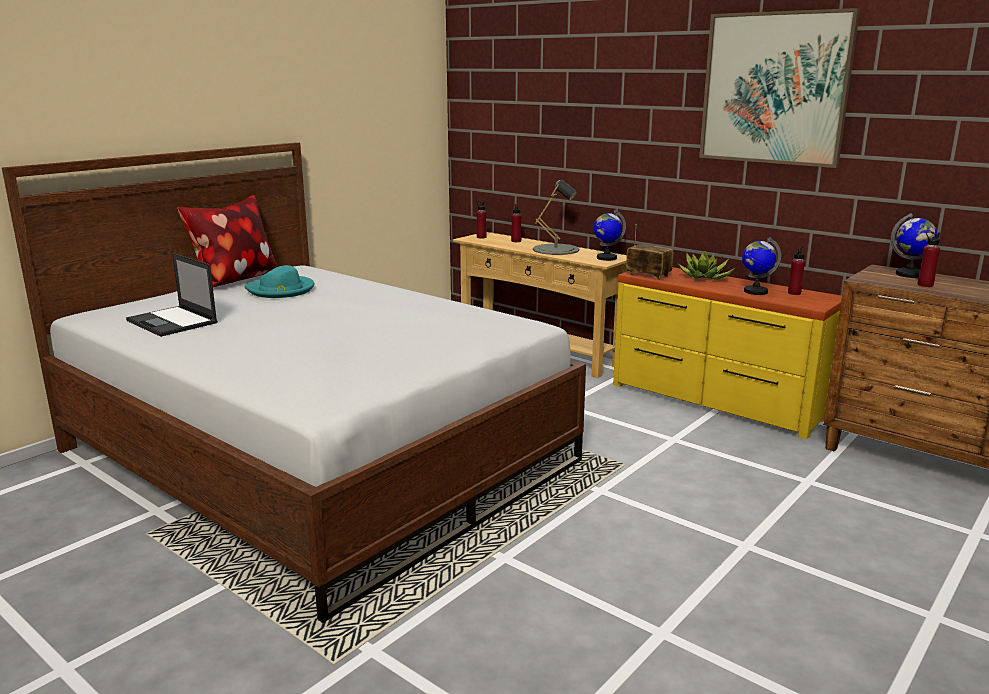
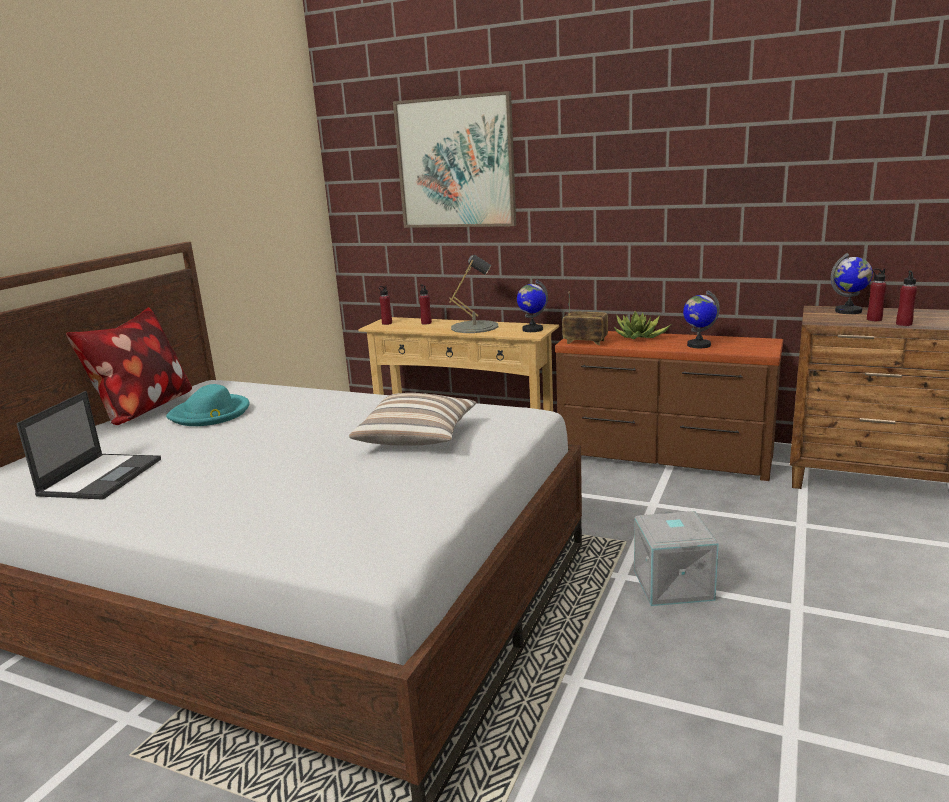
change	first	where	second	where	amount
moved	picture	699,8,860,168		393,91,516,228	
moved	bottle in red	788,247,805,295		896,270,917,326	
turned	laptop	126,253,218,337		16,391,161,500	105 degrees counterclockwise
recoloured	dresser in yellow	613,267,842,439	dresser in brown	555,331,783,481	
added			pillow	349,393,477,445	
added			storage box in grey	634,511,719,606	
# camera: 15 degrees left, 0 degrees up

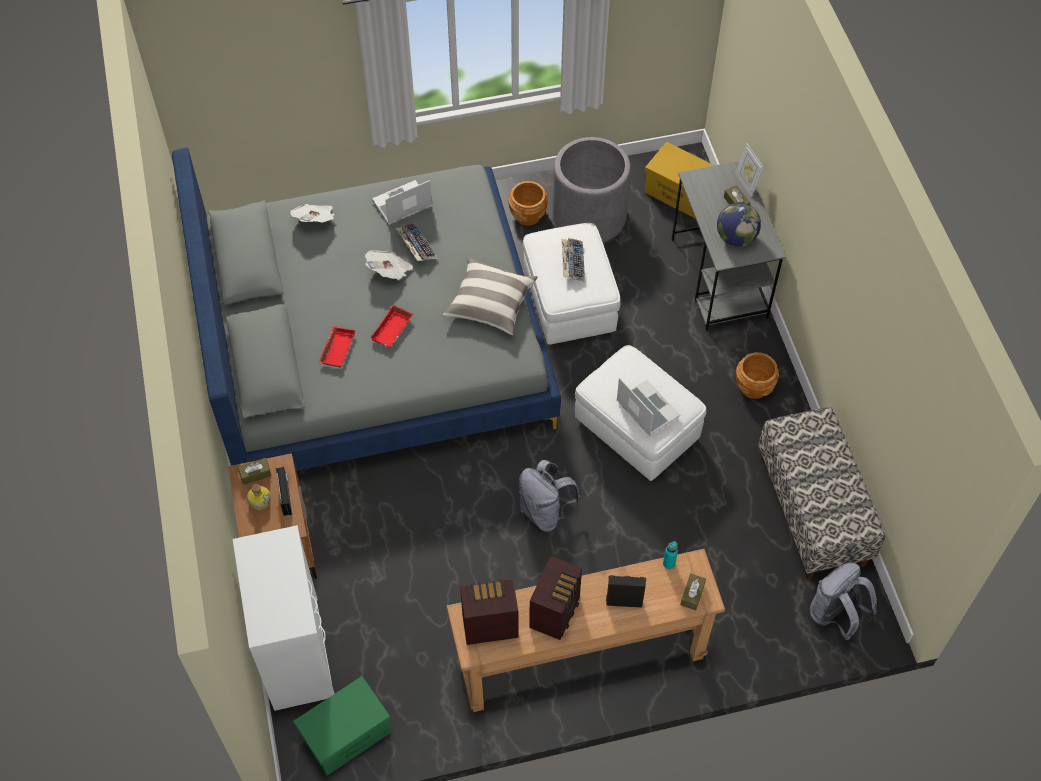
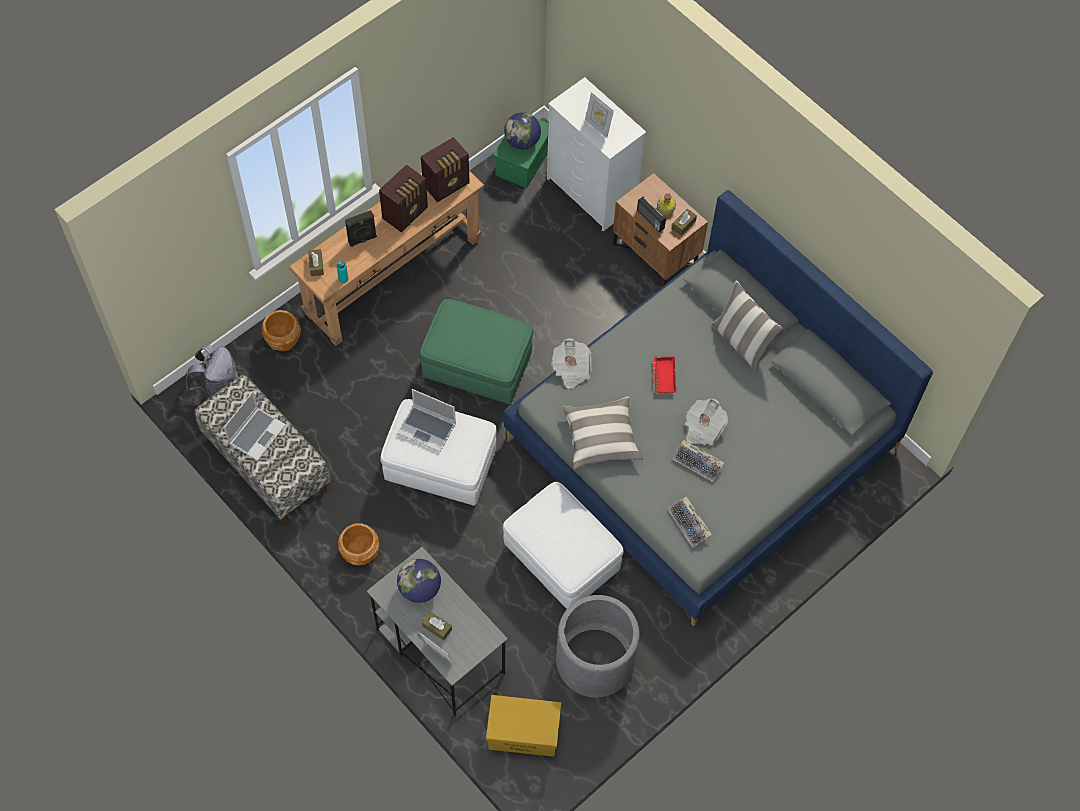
change	first	where	second	where	amount
moved	laptop	372,180,433,225		224,391,286,461	
moved	planter in brown	508,181,548,225		262,310,301,351	
moved	newspaper	290,204,335,223		551,338,591,389	
moved	keyboard	562,238,585,282		668,496,712,547	
removed	tray in red	319,326,356,367			
replaced	backpack in grey	519,460,581,532	ottoman in green	420,299,533,404	
turned	radio	529,556,582,640		379,164,428,232	135 degrees counterclockwise
added			picture frame	585,92,614,138	
added			globe	504,112,541,150	
added			pillow	711,280,783,372	
# camera: 150 degrees right, 5 degrees up

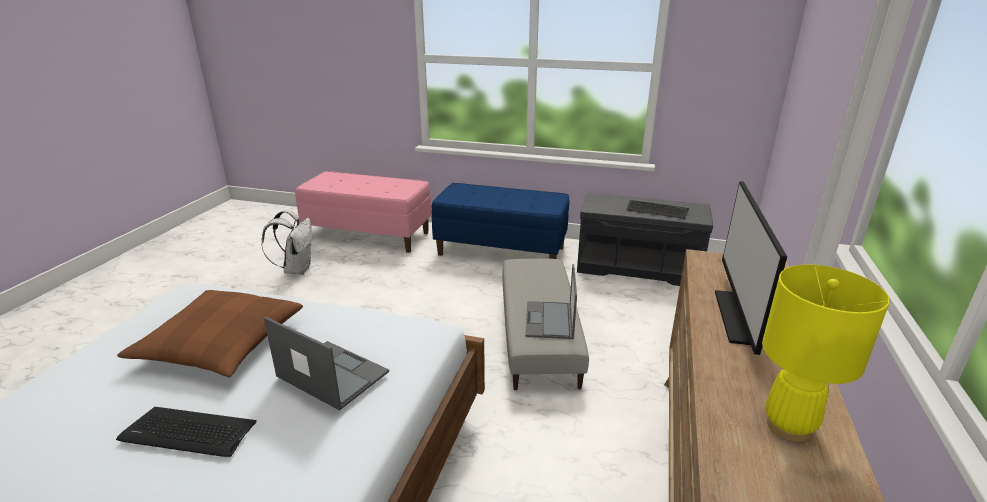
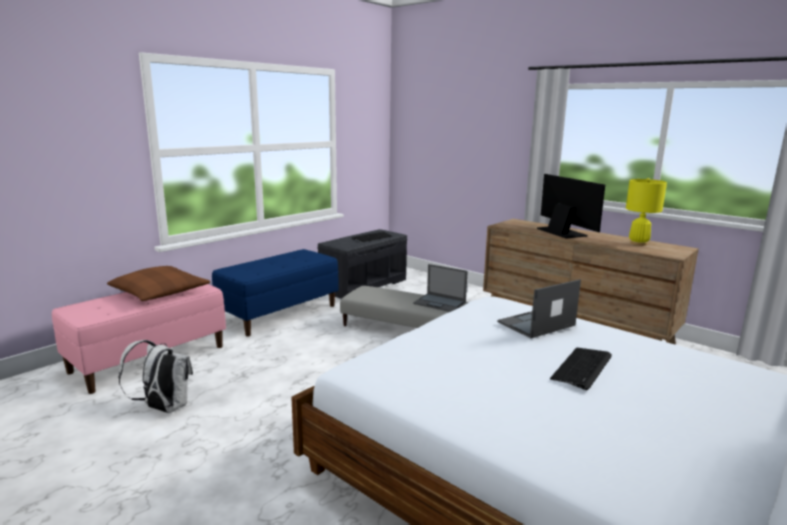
change	first	where	second	where	amount
turned	monitor	715,181,787,355		537,174,605,239	150 degrees counterclockwise
moved	pillow in brown	117,290,303,377		107,266,210,301	
# camera: 65 degrees left, 10 degrees down

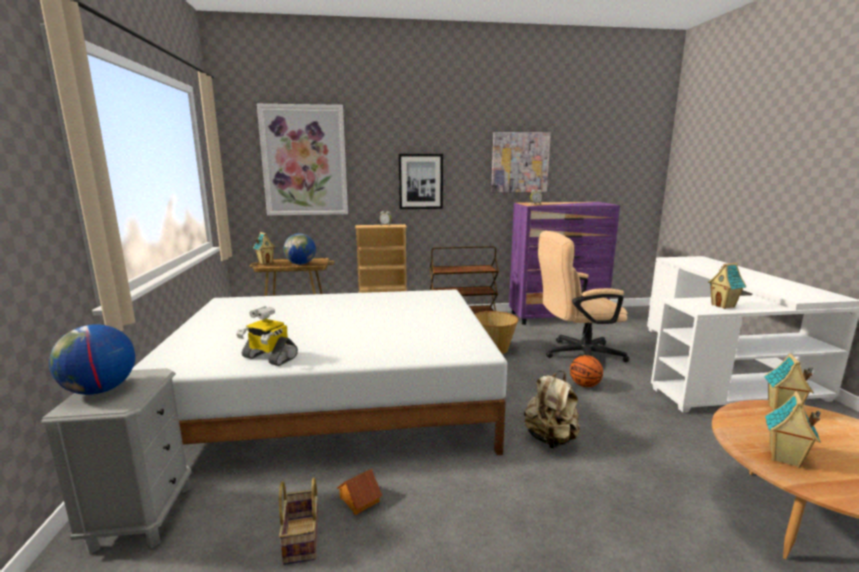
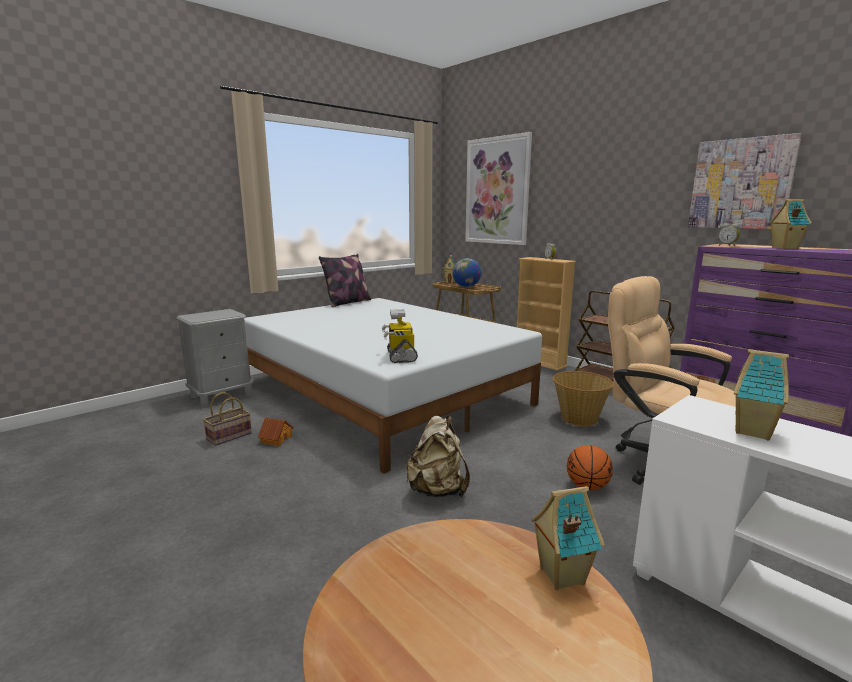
change	first	where	second	where	amount
removed	picture	399,154,443,209			
moved	toy robot	236,306,298,366		382,309,418,363	
removed	globe	49,324,135,395			
moved	toy house	765,391,821,468		769,199,812,249	
added			pillow	319,254,371,307	
# camera: 55 degrees right, 0 degrees up

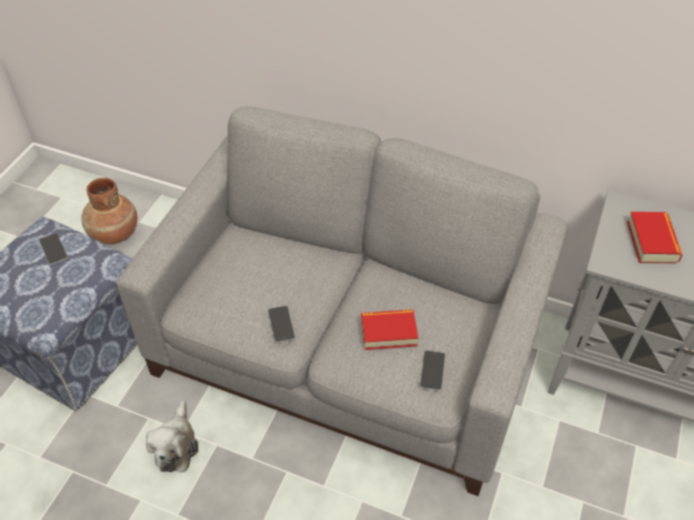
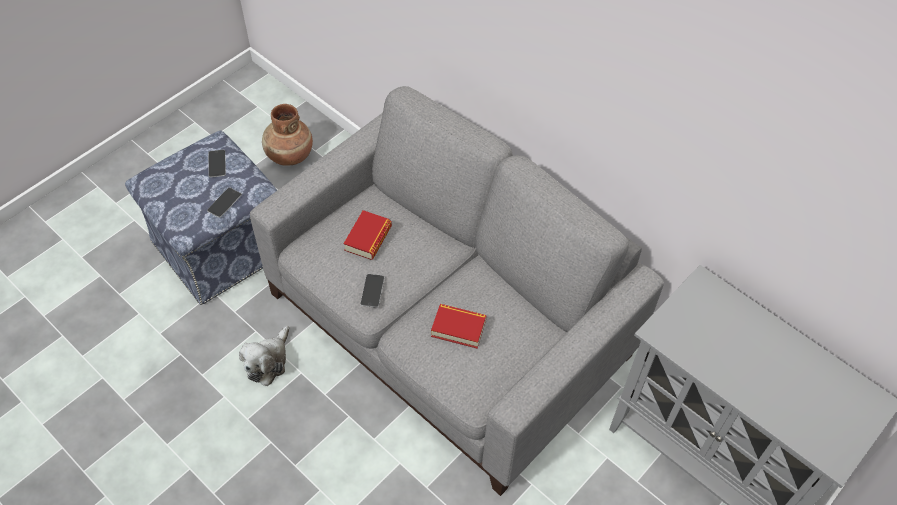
change	first	where	second	where	amount
moved	book	627,212,683,263		343,210,392,260	
moved	phone	420,350,445,391		207,187,242,218	
# camera: 20 degrees right, 5 degrees up

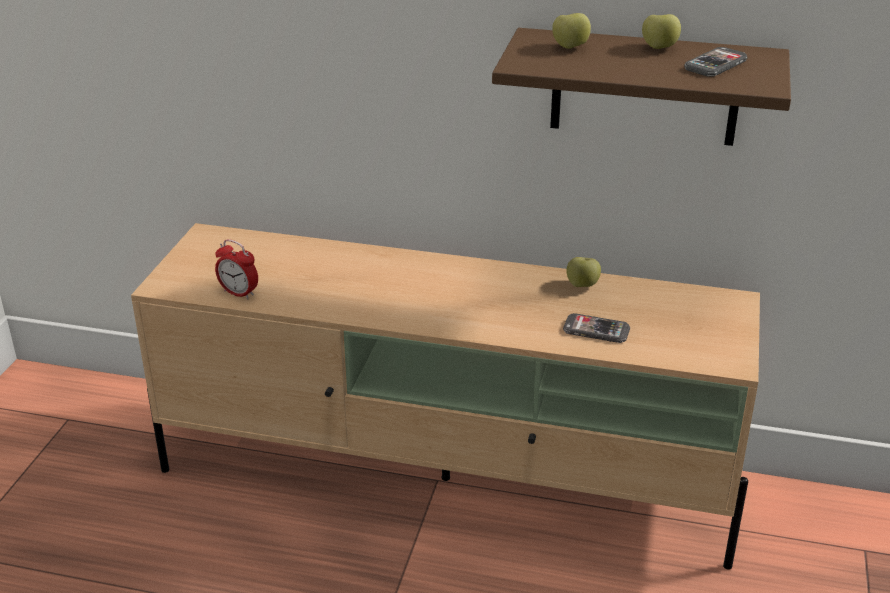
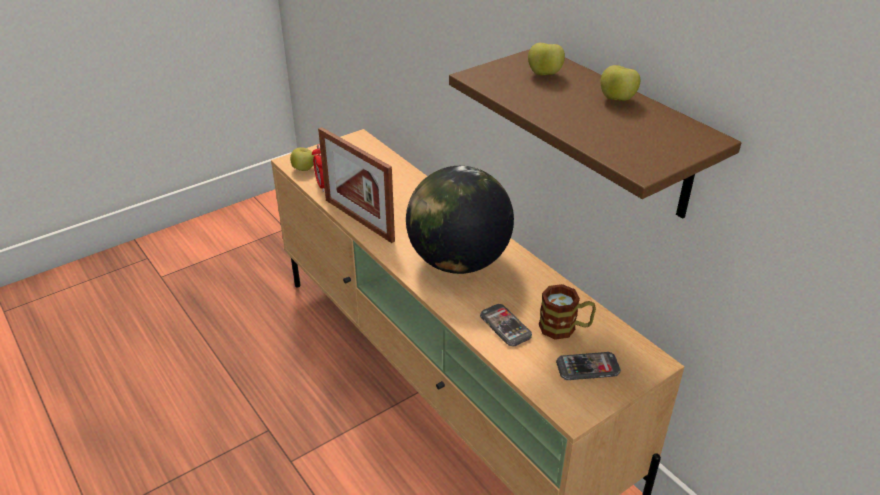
change	first	where	second	where	amount
moved	phone	684,47,747,77		556,352,621,380	
moved	apple	566,257,601,287		290,147,315,171	
added			picture frame	318,127,395,243	
added			globe	406,166,514,274	
added			mug	539,284,596,340	
# camera: 40 degrees right, 5 degrees up

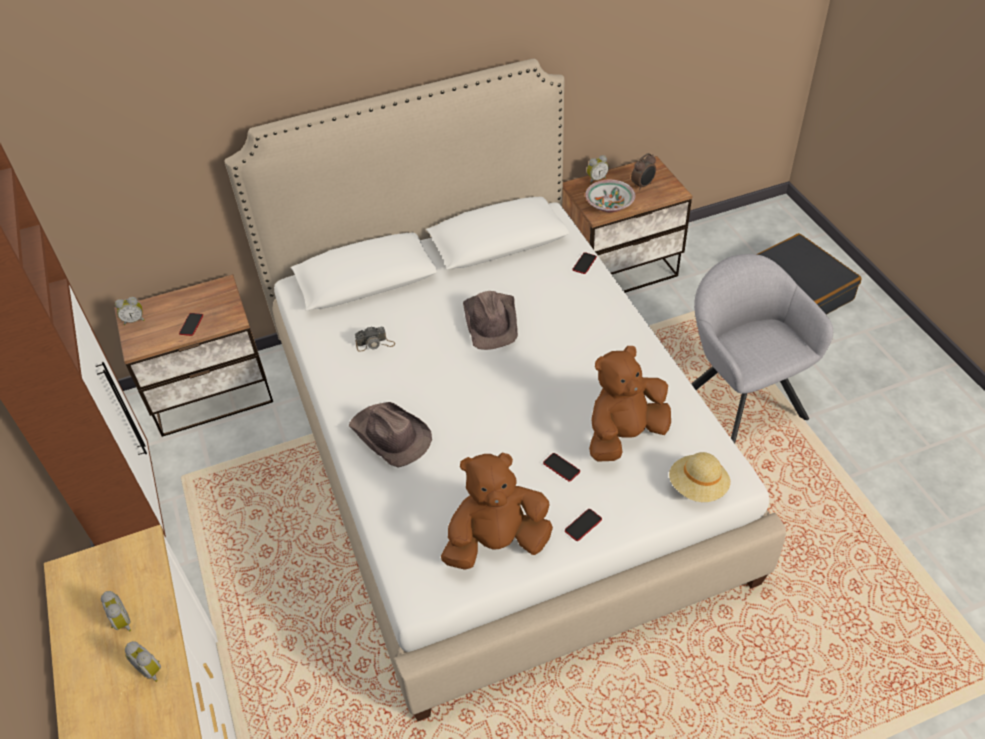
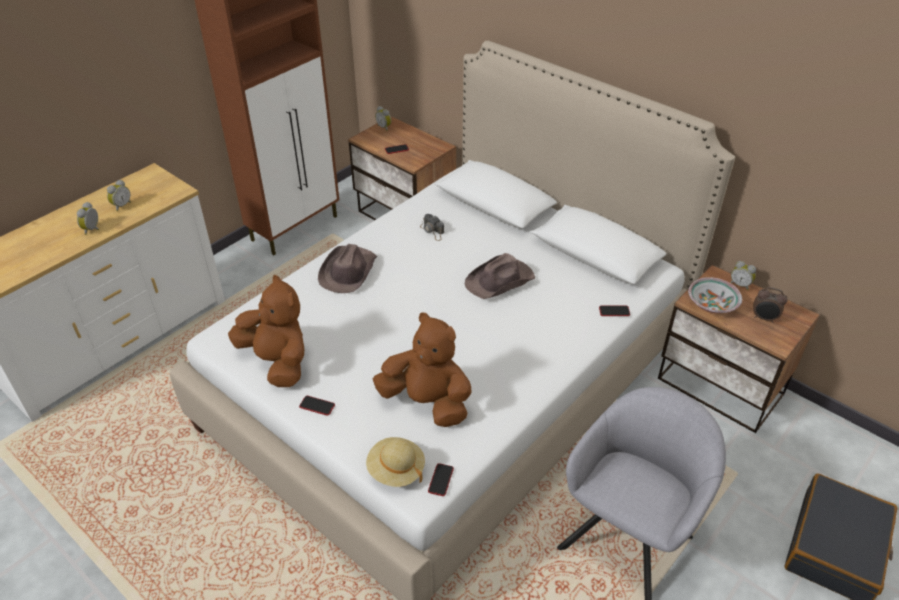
change	first	where	second	where	amount
moved	phone	543,453,580,482		428,463,454,496	
# camera: 60 degrees right, 5 degrees down

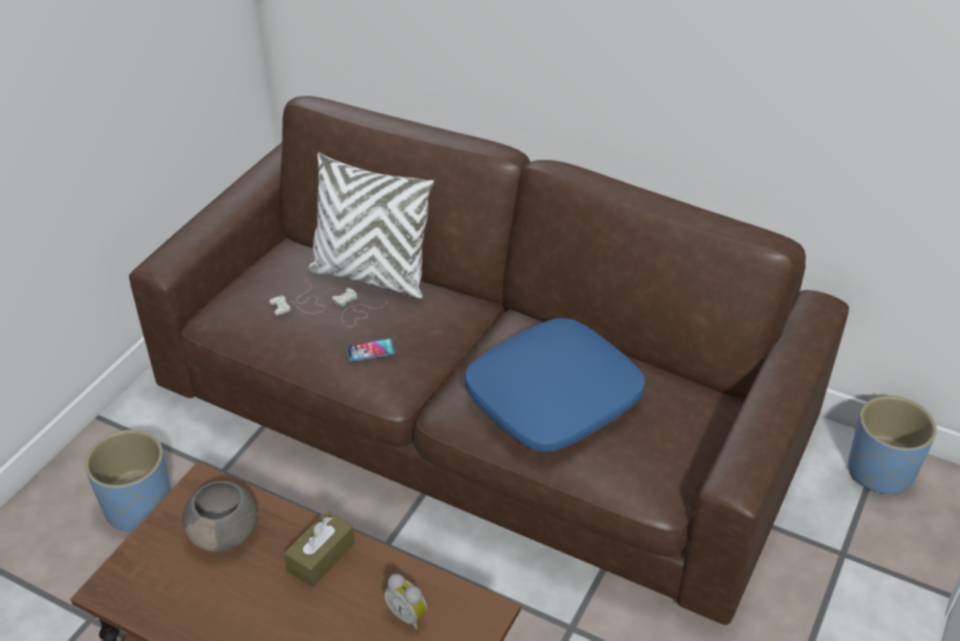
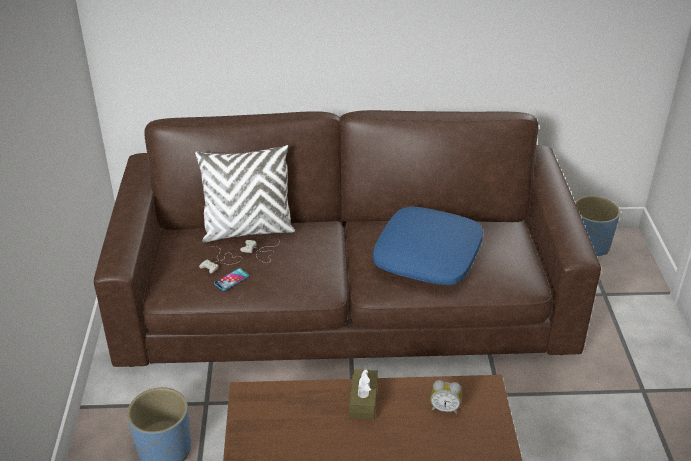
change	first	where	second	where	amount
moved	phone	346,338,395,361		214,268,249,291	
removed	bowl in grey	182,481,257,552			
# camera: 30 degrees left, 5 degrees down

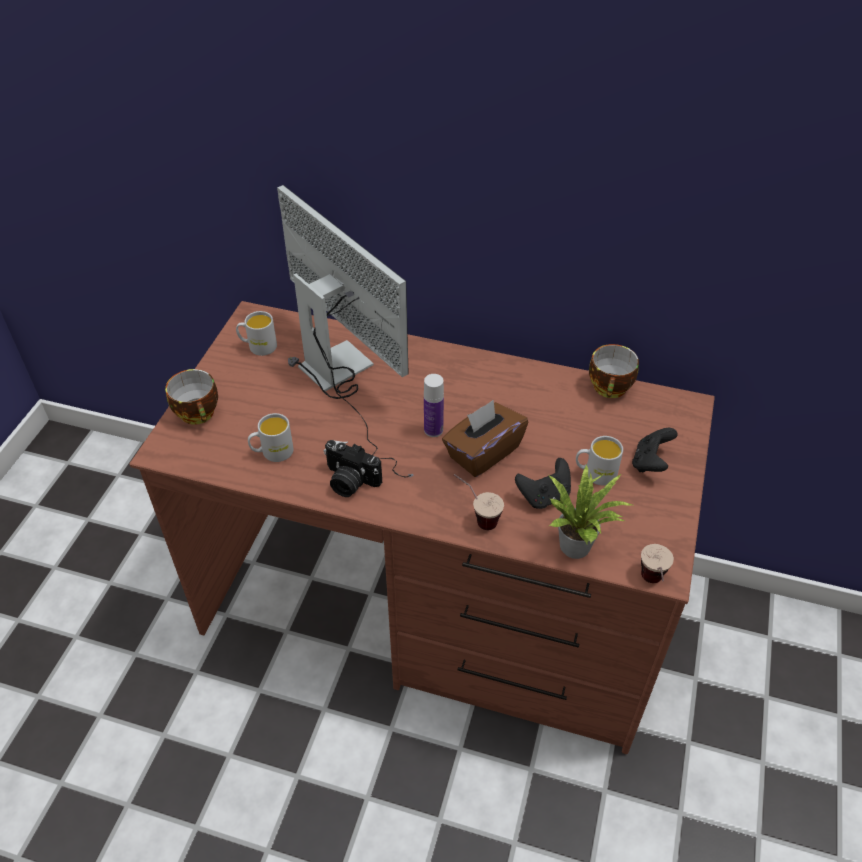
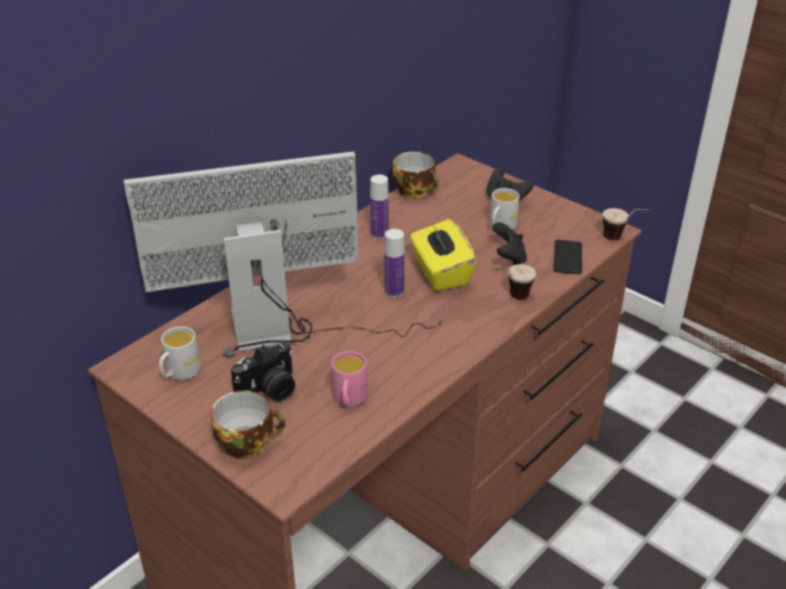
change	first	where	second	where	amount
recoloured	tissue box in brown	442,400,528,477	tissue box in yellow	410,219,476,291	
recoloured	mug in white	248,413,294,462	mug in pink	331,351,367,407	
moved	photo camera	324,440,382,497		231,343,295,401	
replaced	potted plant	549,465,632,559	phone	554,240,582,274	
added			bottle	370,175,389,239	
# camera: 65 degrees left, 10 degrees down

